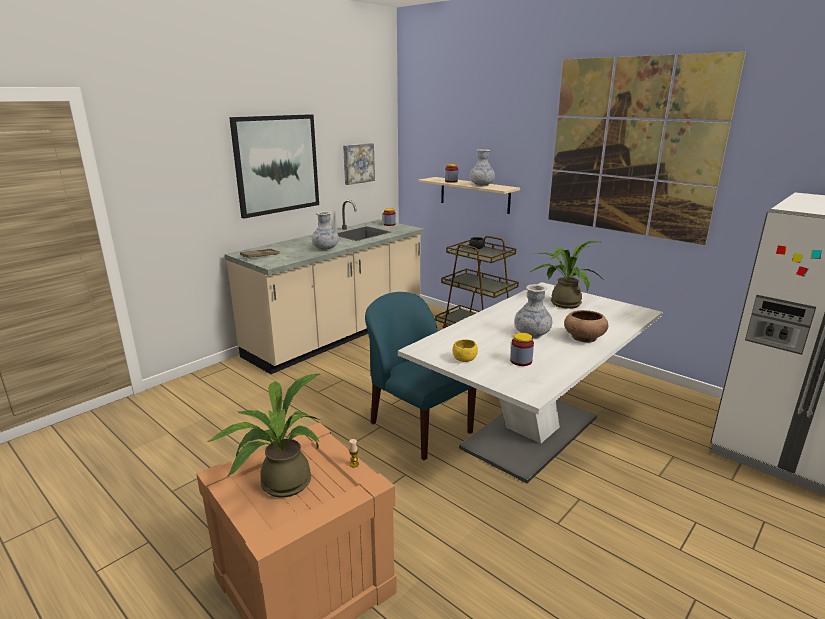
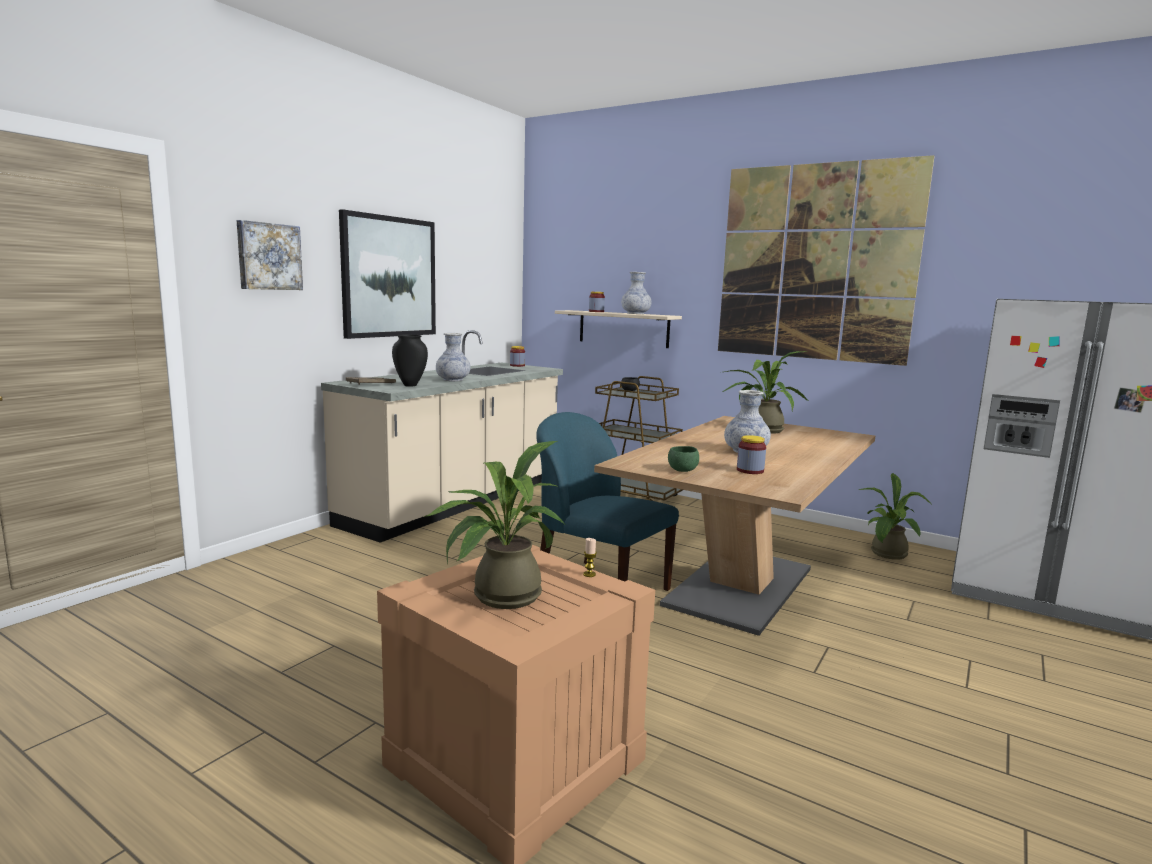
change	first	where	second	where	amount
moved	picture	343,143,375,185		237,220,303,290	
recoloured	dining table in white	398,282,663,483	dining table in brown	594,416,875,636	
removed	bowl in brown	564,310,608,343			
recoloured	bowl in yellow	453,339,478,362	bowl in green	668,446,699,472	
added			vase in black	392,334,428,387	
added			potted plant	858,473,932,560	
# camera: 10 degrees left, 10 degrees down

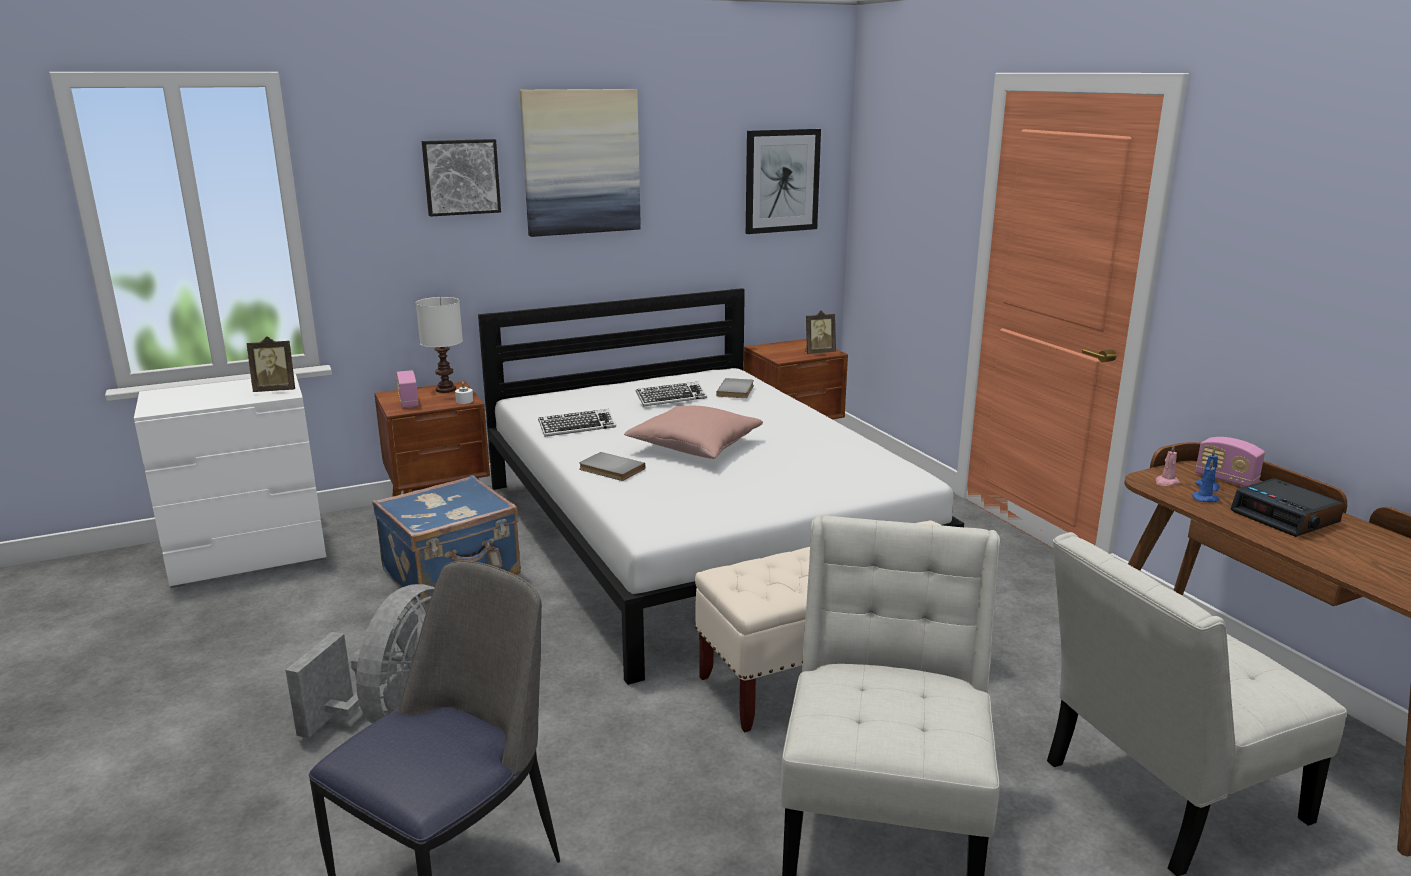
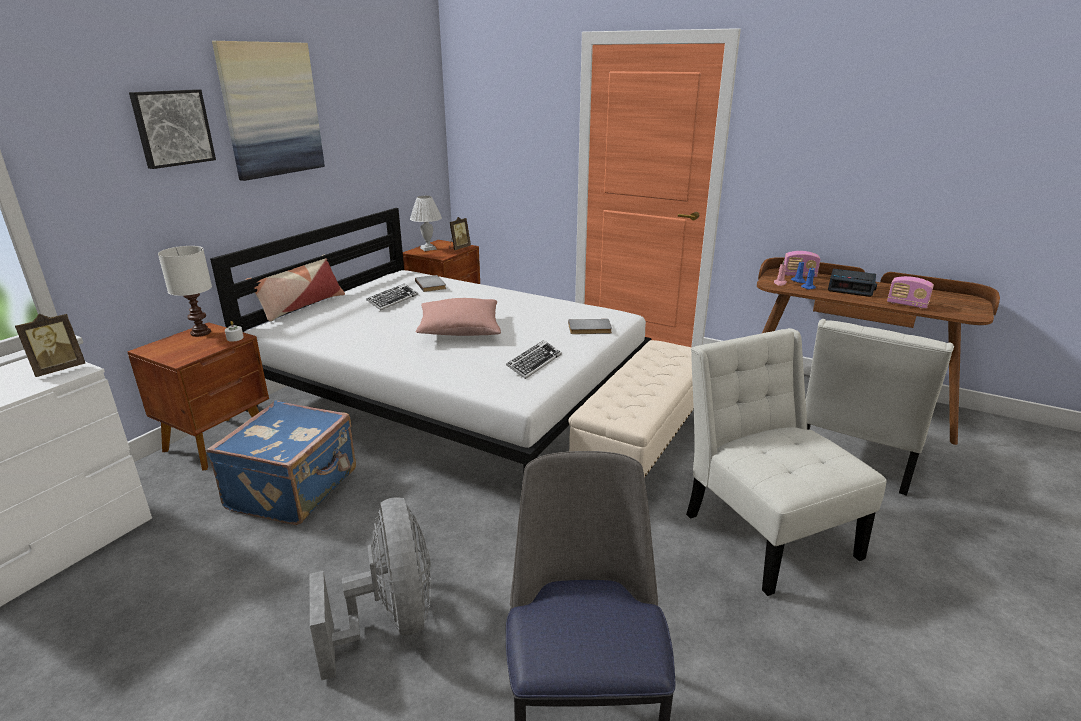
change	first	where	second	where	amount
removed	picture	746,129,821,234			
moved	radio	396,370,419,408		887,276,934,309	
moved	keyboard	538,409,616,437		506,340,562,379	
moved	book in grey	579,452,645,481		568,319,612,334	
added			table lamp in white	410,196,442,251	
added			pillow	246,254,345,322	
# camera: 35 degrees left, 5 degrees up

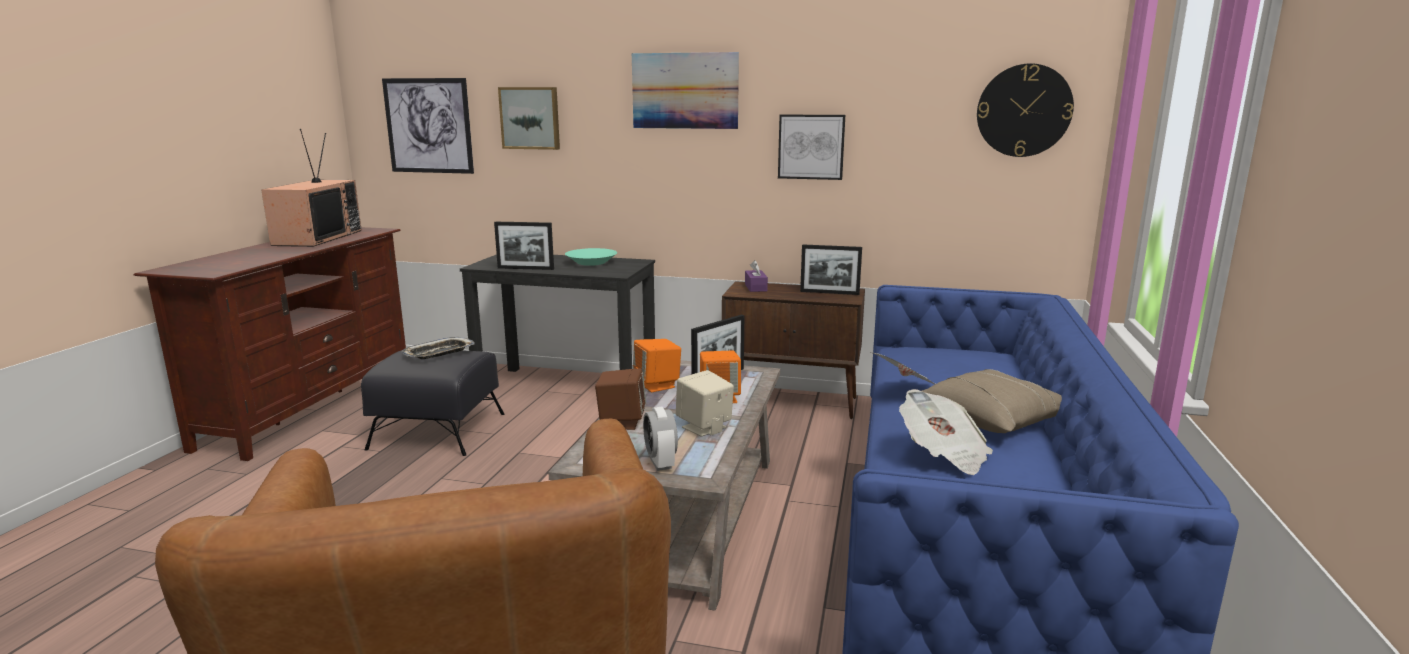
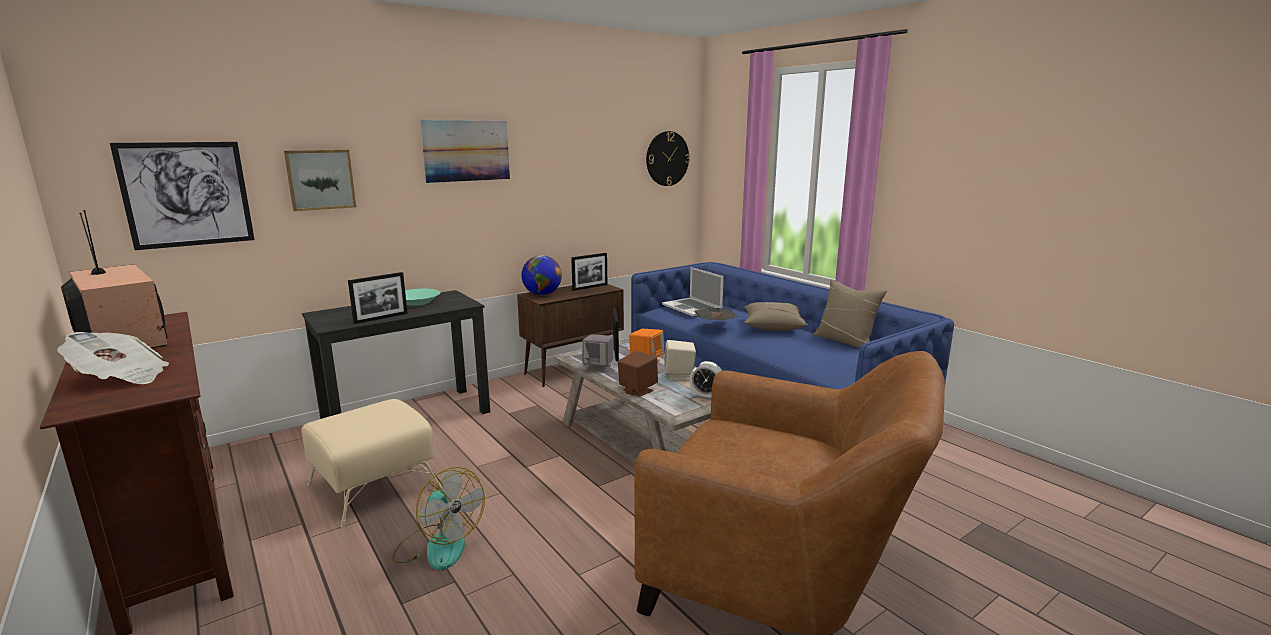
change	first	where	second	where	amount
removed	picture	778,114,845,180			
replaced	tissue box in purple	745,260,768,292	globe	521,255,562,295	
removed	tray	402,337,475,359			
recoloured	speaker in orange	633,339,681,392	speaker in grey	582,334,614,372	
recoloured	ottoman in black	361,350,505,456	ottoman in beige	301,399,442,528	
moved	newspaper	899,389,993,475		57,332,169,384	
added			laptop	662,267,724,316	
added			pillow in beige	814,279,887,349	
added			fan	392,467,485,570	
# camera: 50 degrees left, 0 degrees up

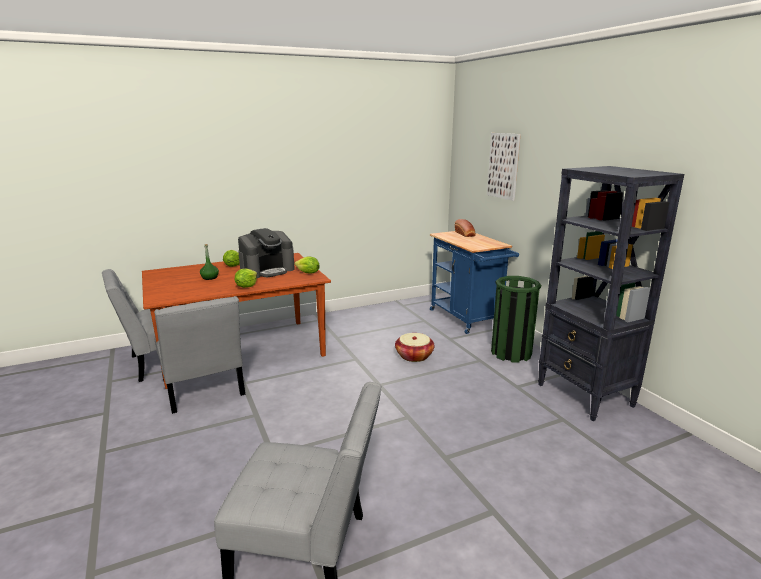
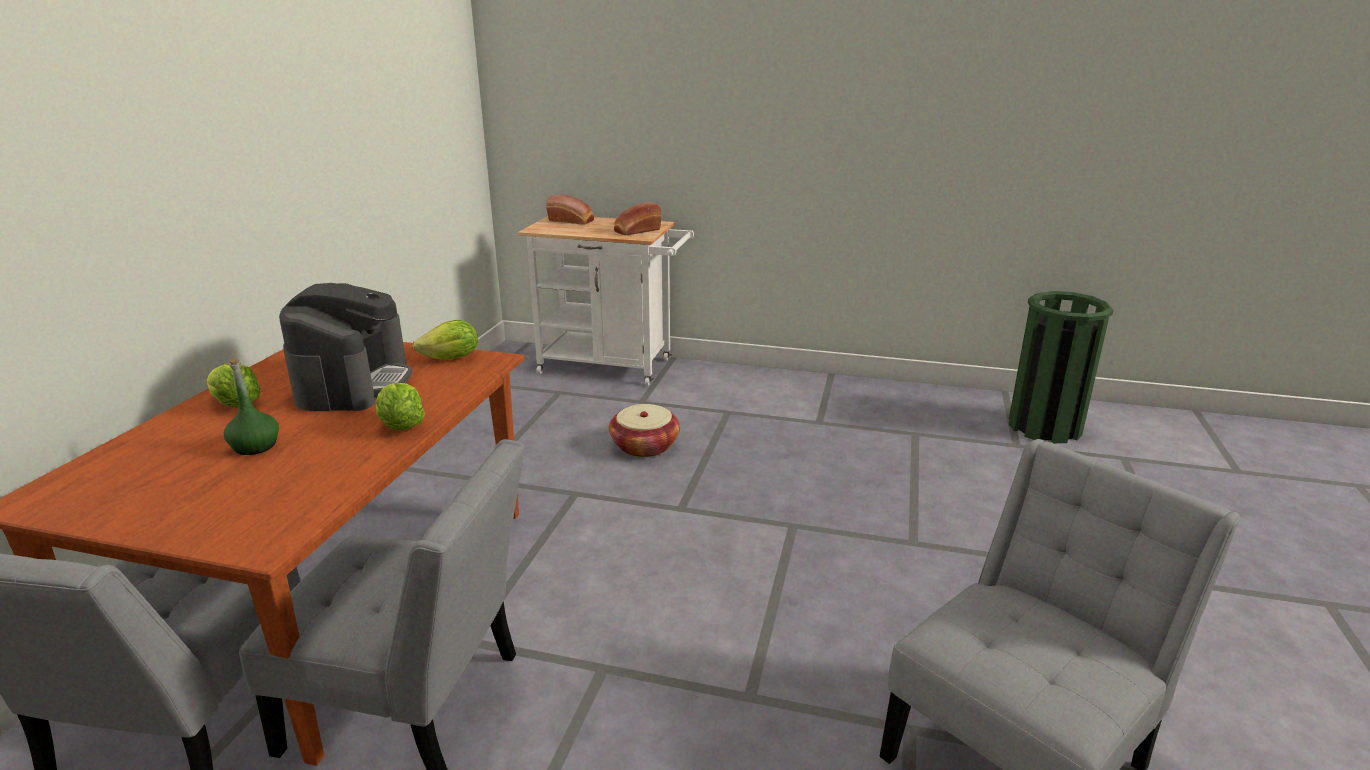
change	first	where	second	where	amount
removed	picture	487,133,521,201			
removed	bookcase in black	538,166,684,421			
recoloured	cart in blue	430,231,519,334	cart in white	518,216,694,386	
moved	trash can in green	491,276,541,363		1009,291,1113,443	
added			bread	614,202,662,235	
# camera: 50 degrees left, 5 degrees up

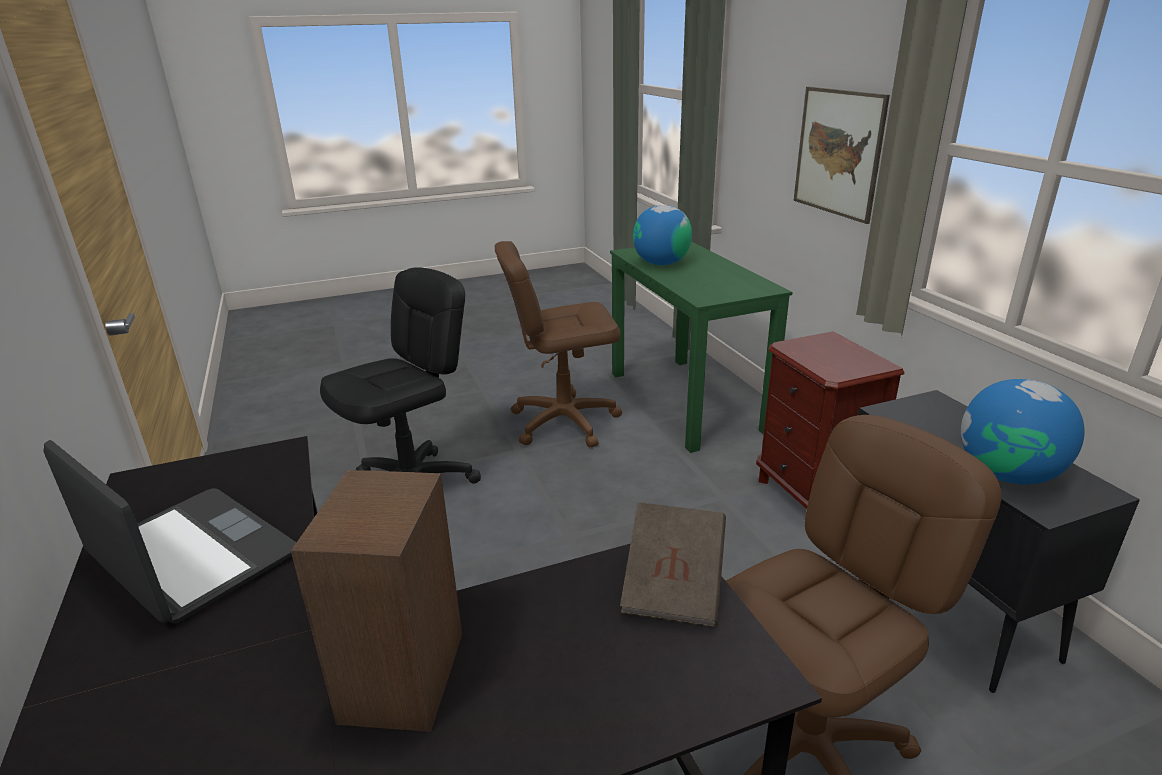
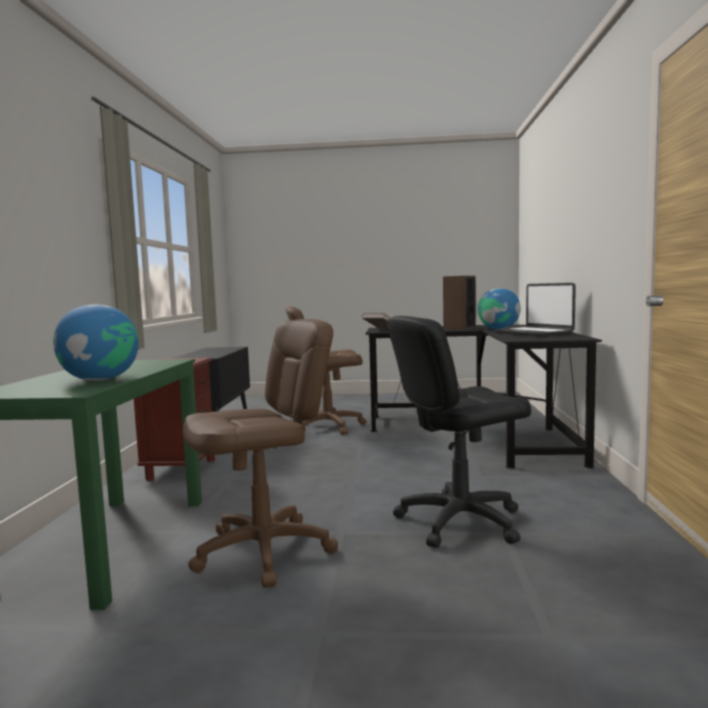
change	first	where	second	where	amount
removed	picture	794,87,890,224			
turned	office chair in brown	495,241,622,447		182,319,338,588	45 degrees counterclockwise
moved	globe	961,379,1084,485		478,288,521,329	
# camera: 155 degrees left, 20 degrees down

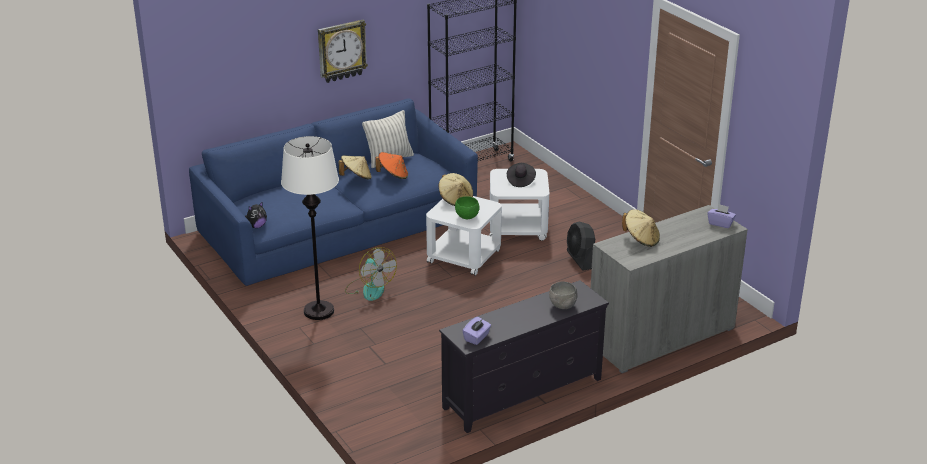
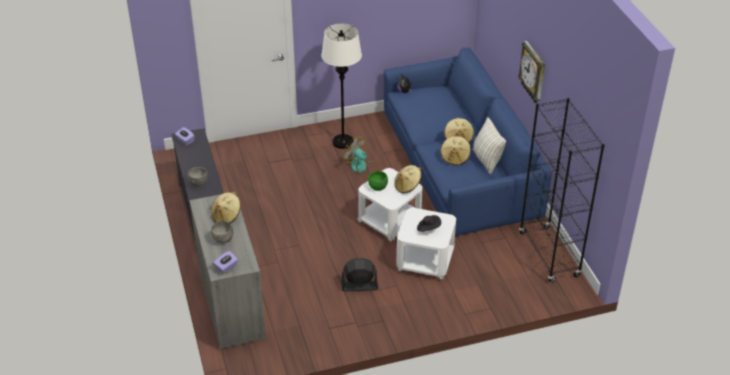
change	first	where	second	where	amount
recoloured	hat in orange	376,152,408,179	hat in beige	440,135,471,165	
turned	fan	345,247,397,301		342,136,380,177	60 degrees clockwise
added			bowl in grey	211,221,234,243	
# camera: 105 degrees right, 10 degrees up

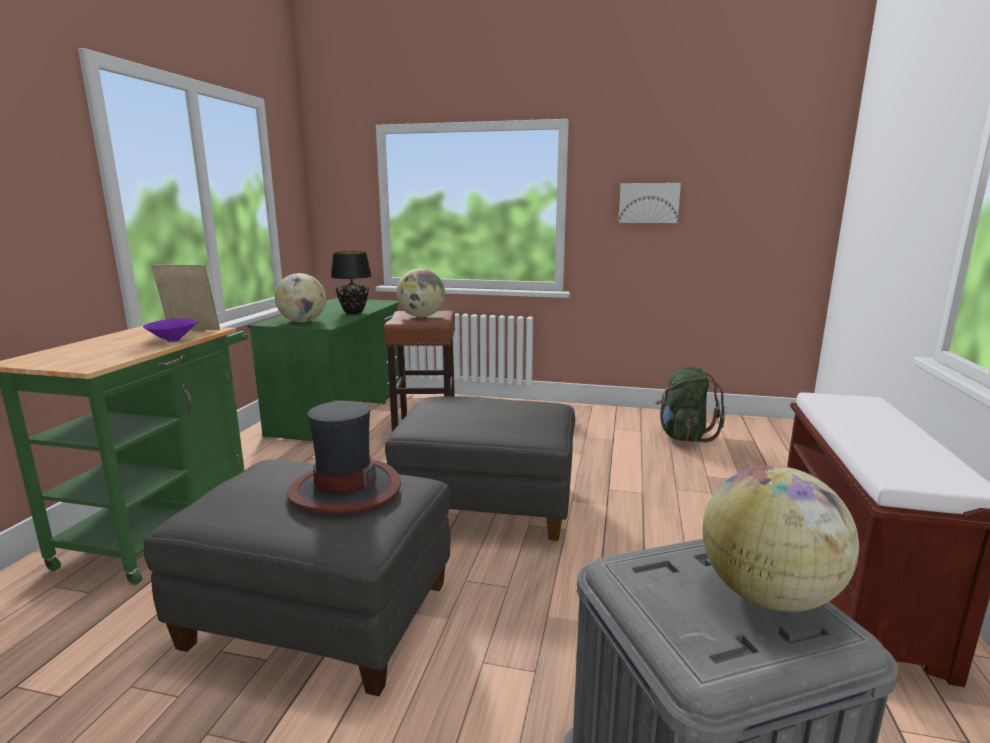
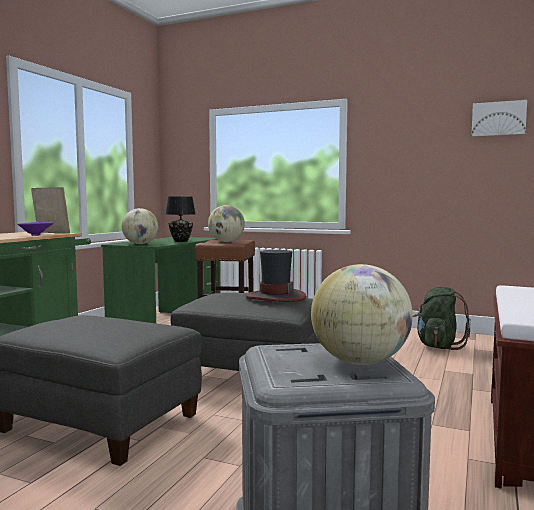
change	first	where	second	where	amount
moved	picture	618,183,681,223		472,100,527,137	
moved	hat	287,401,401,514		246,250,307,302	
# camera: 10 degrees right, 10 degrees down

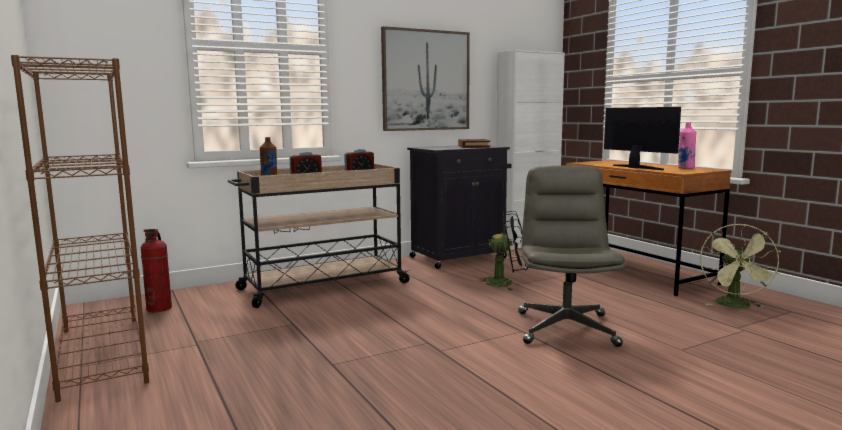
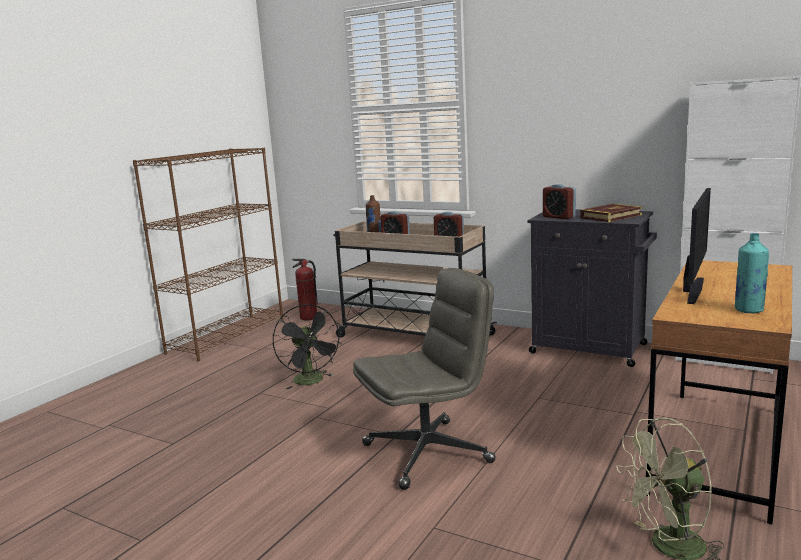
change	first	where	second	where	amount
removed	picture	381,26,470,131			
recoloured	bottle in pink	678,123,696,169	bottle in turquoise	735,233,769,313	
moved	fan in black	477,211,526,290		273,304,342,389	
added			alarm clock	543,184,576,219	
# camera: 60 degrees right, 5 degrees up

